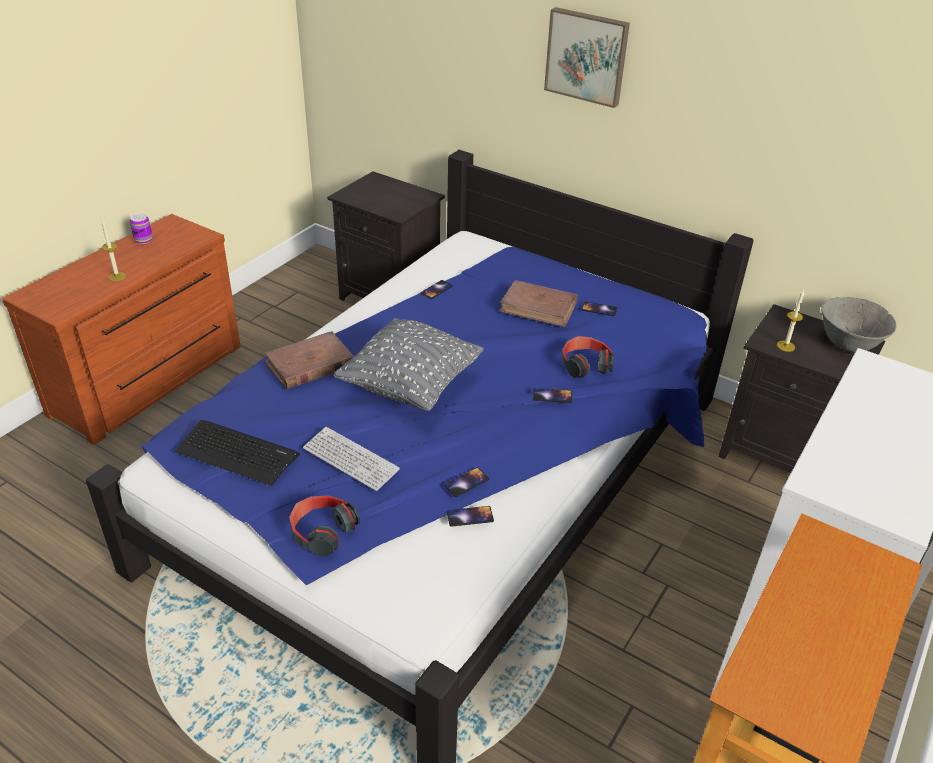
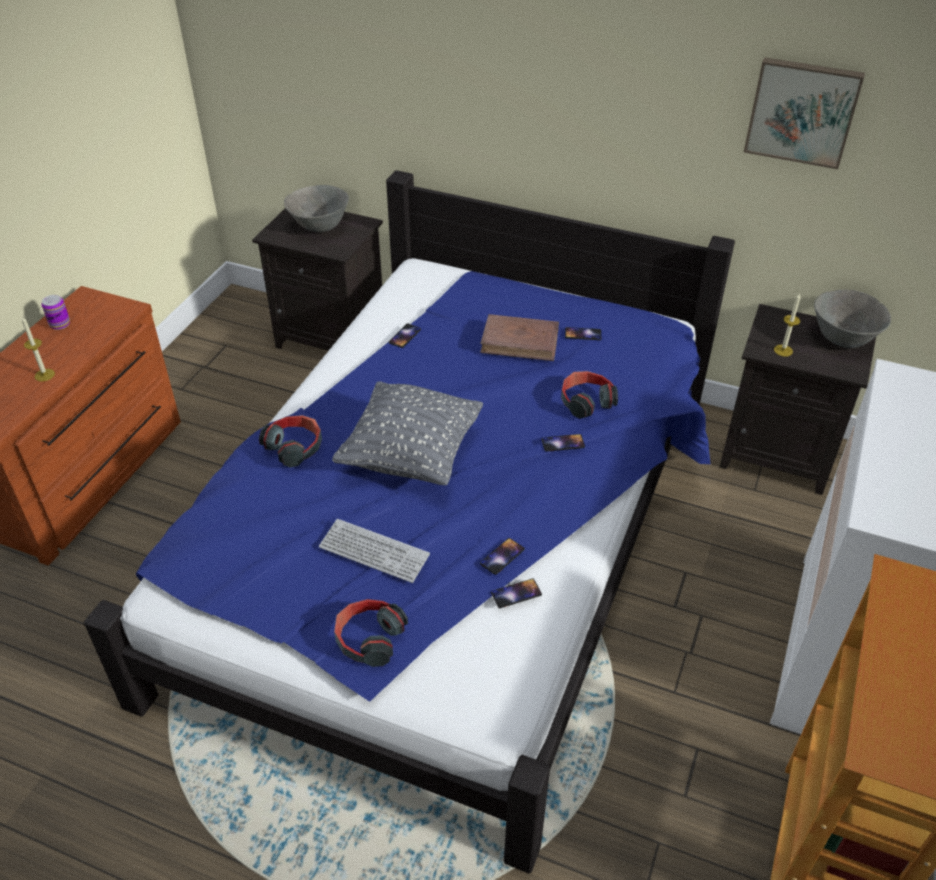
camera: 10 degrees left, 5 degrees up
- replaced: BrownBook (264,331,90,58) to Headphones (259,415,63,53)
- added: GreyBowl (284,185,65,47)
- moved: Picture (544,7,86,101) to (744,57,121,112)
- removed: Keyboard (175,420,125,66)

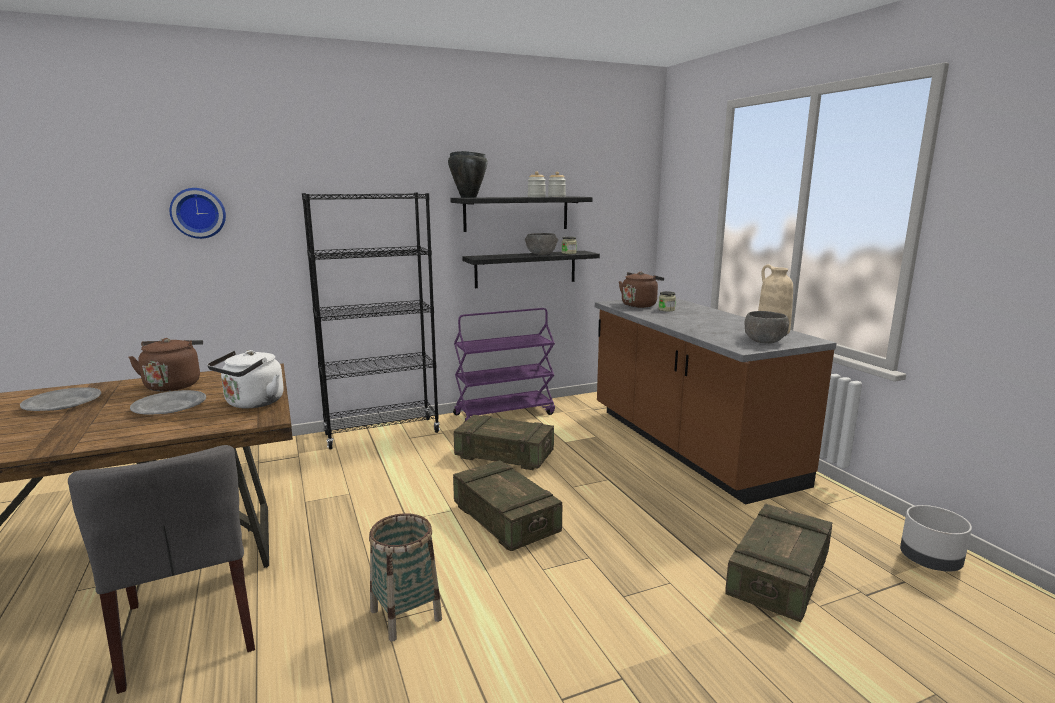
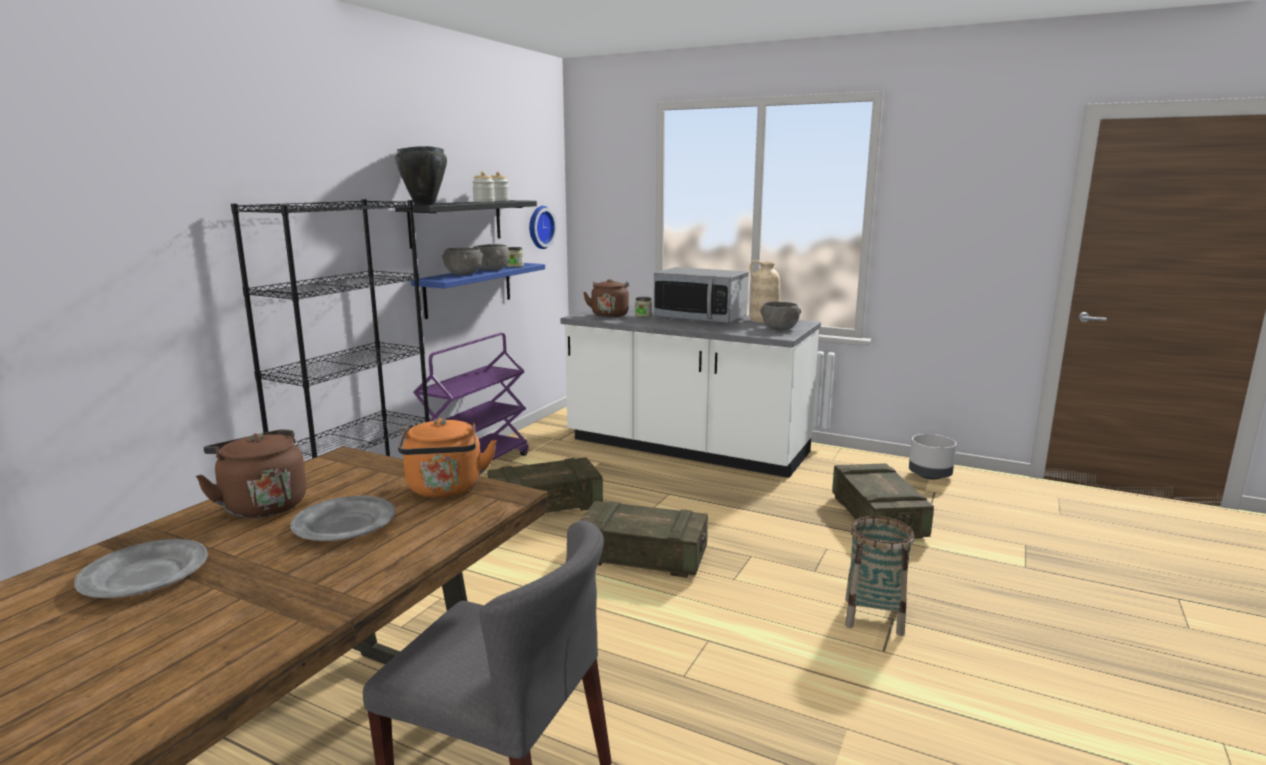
camera: 40 degrees left, 0 degrees up
- recoloured: WhiteKettle (207,350,77,58) to OrangeKettle (398,418,99,80)
- recoloured: BlackShelf (462,251,138,37) to BlueShelf (411,263,134,56)
- added: GreyBowl (442,248,41,27)
- moved: WallClock (169,188,57,51) to (529,206,28,43)
- recoloured: BrownCounter (595,297,241,208) to WhiteCounter (561,305,260,173)
- added: Microwave (653,267,96,57)
- moved: Basket (369,513,73,129) to (845,516,69,120)

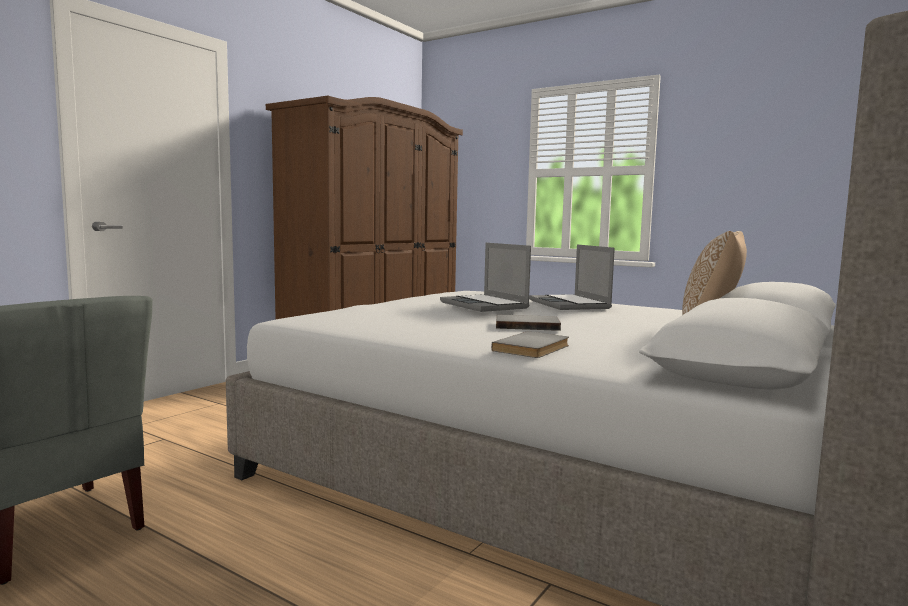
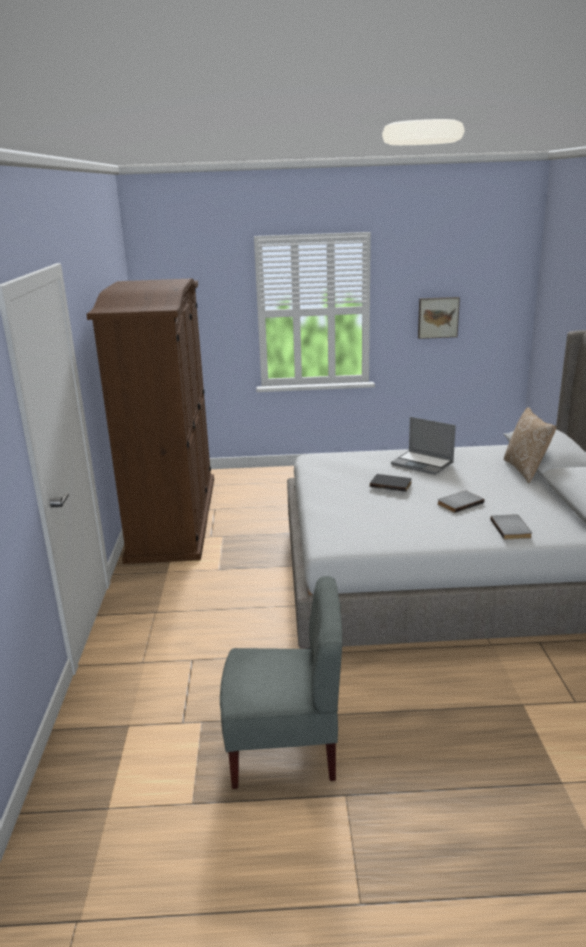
camera: 35 degrees left, 15 degrees up
- replaced: Laptop (440,243,91,69) to BlackBook (370,474,42,18)
- added: Picture (418,297,42,42)

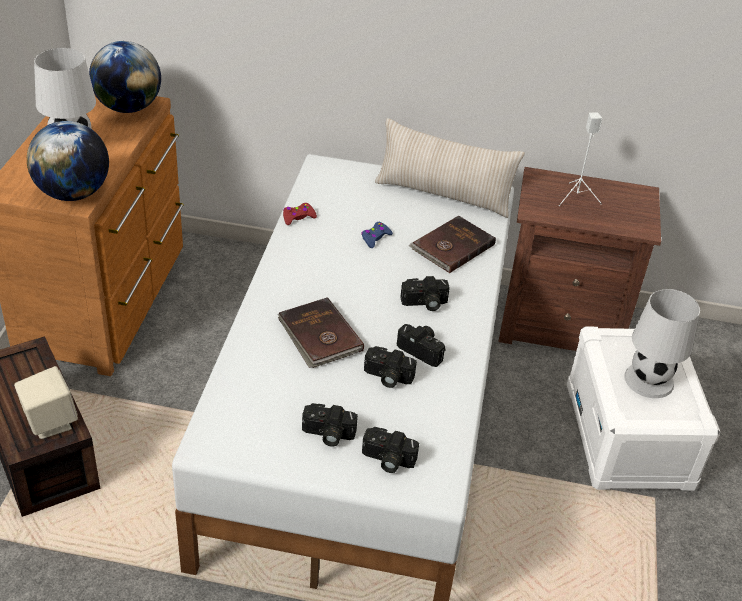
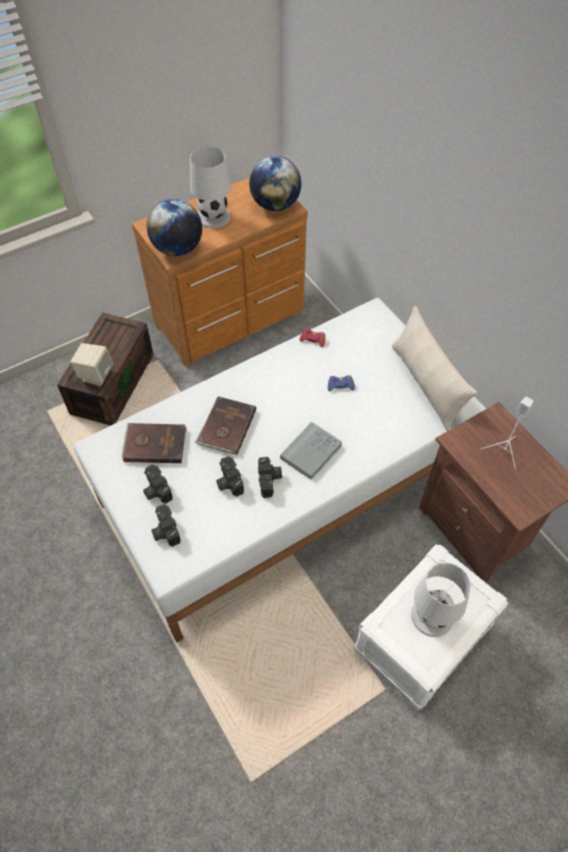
camera: 50 degrees right, 15 degrees up
- moved: BrownBook (409,216,87,57) to (121,423,66,40)
- replaced: PhotoCamera (401,276,49,35) to GreyBook (280,422,62,57)

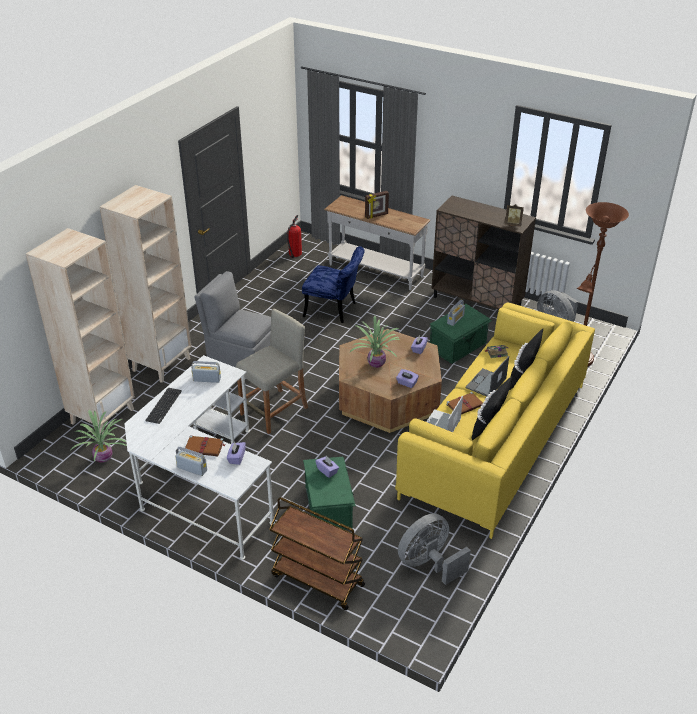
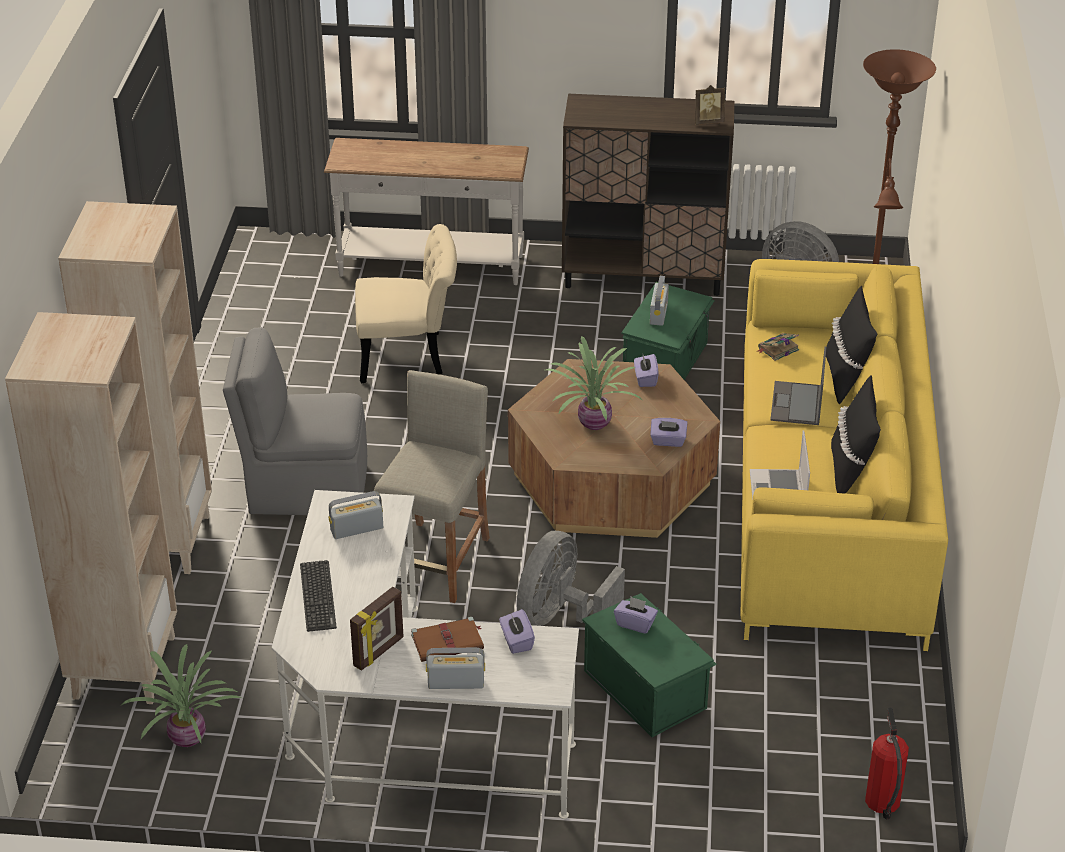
camera: 25 degrees left, 0 degrees up
- moved: PictureFrame (365,191,24,28) to (350,587,54,84)
- recoloured: BlueChair (302,246,63,77) to BeigeChair (355,224,102,159)
- moved: GreyFan (398,513,73,72) to (517,531,108,95)
- moved: FireExtinguisher (287,215,15,43) to (865,708,44,112)
- removed: BrownCart (269,497,96,113)
- removed: BrownBook (446,392,37,23)

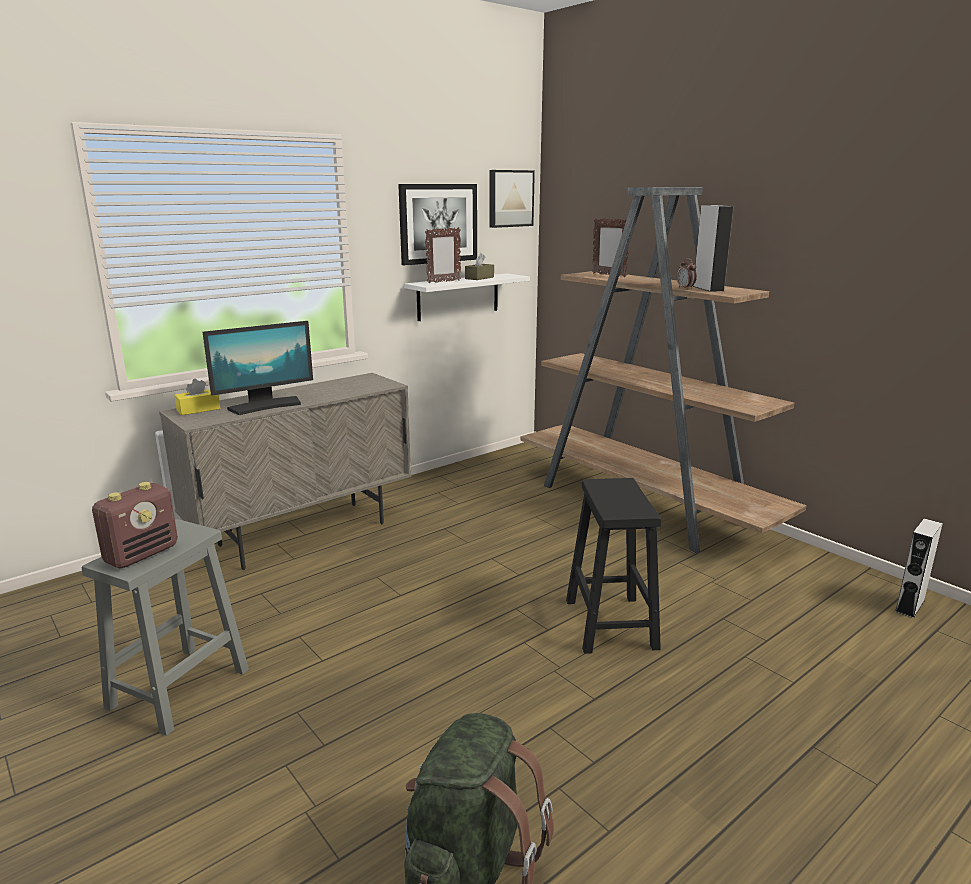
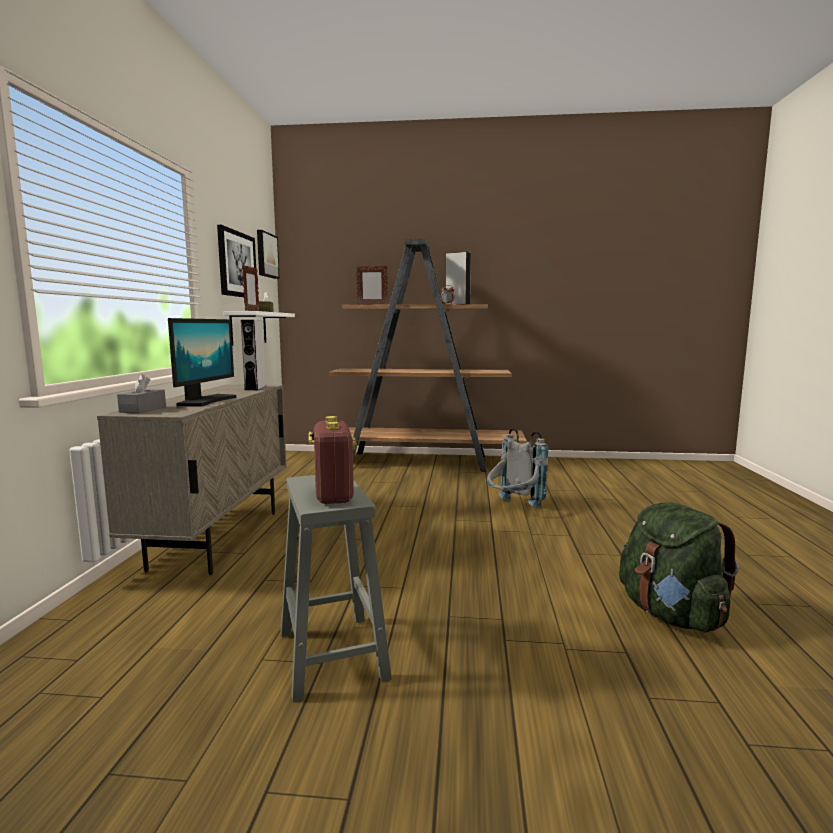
camera: 45 degrees left, 10 degrees down
- recoloured: YellowTissueBox (174,379,46,36) to GreyTissueBox (117,374,49,39)
- moved: GreySpeaker (895,518,48,100) to (241,320,24,71)
- replaced: BlackStool (566,478,95,176) to GreyBackpack (487,428,61,81)

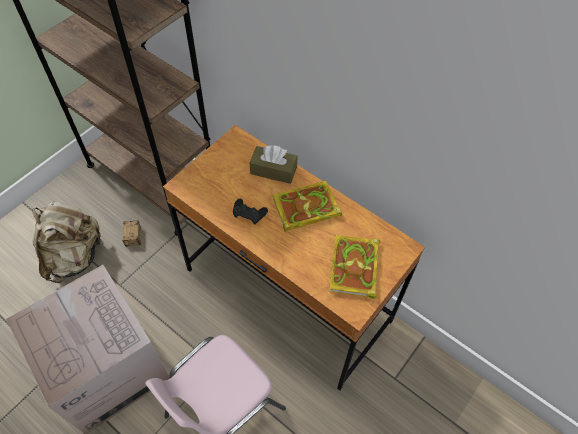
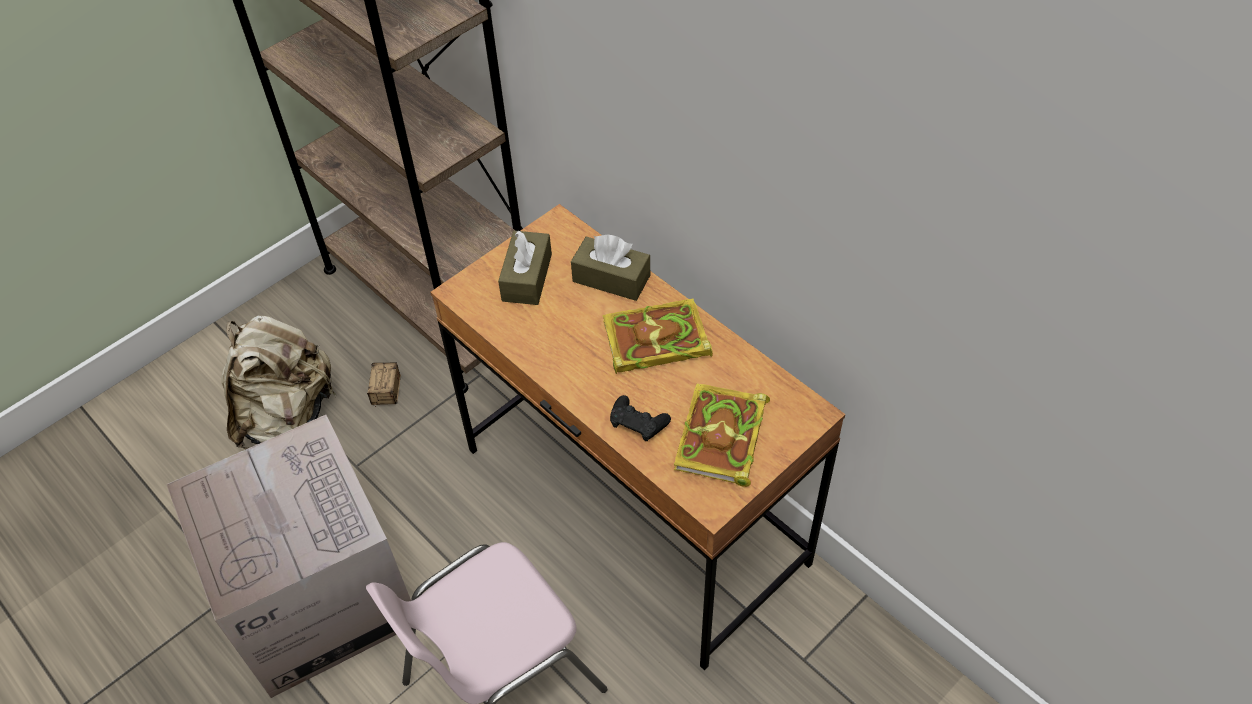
camera: 10 degrees right, 5 degrees down
- added: BrownTissueBox (498,231,54,74)
- moved: BlackGameController (233,199,35,25) to (610,395,61,46)

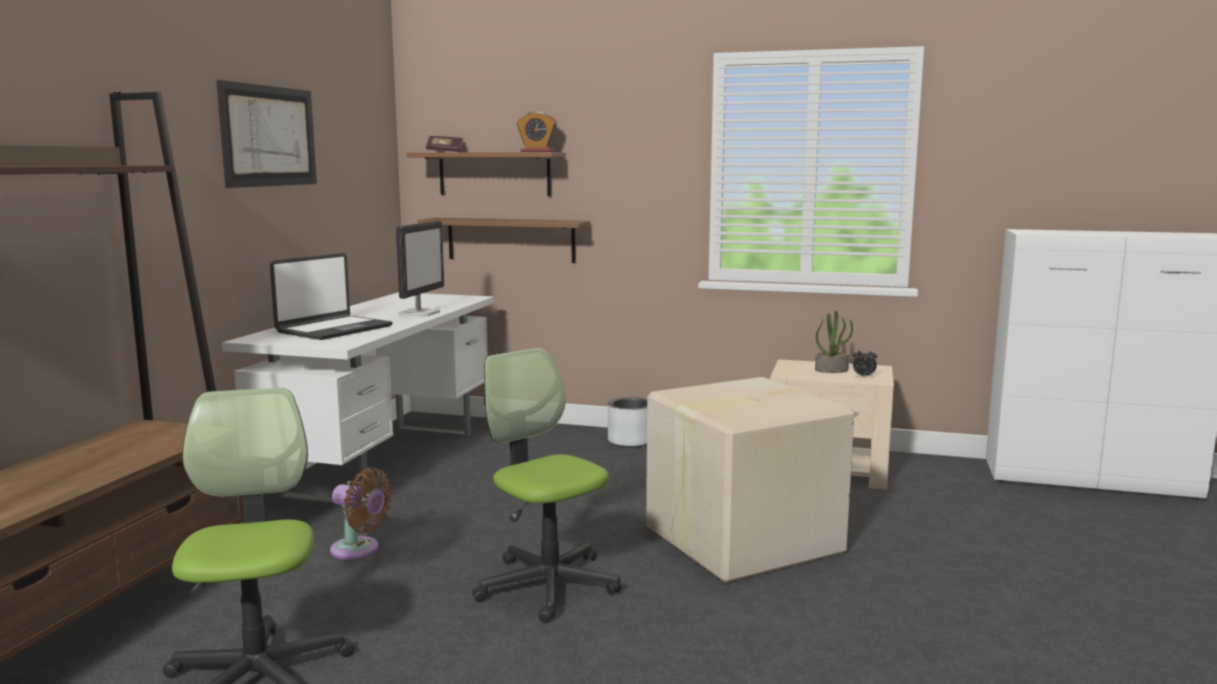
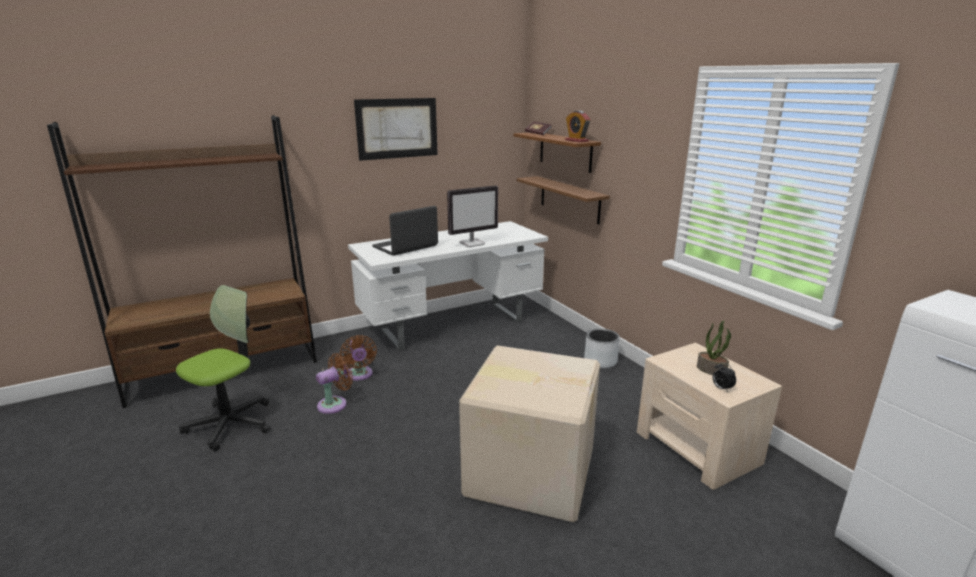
camera: 45 degrees right, 10 degrees up
- added: BrownFan (316,353,37,61)
- turned: Laptop (270,253,123,87) = (372,206,66,50) 150 degrees clockwise
- removed: OfficeChair (472,348,149,275)

